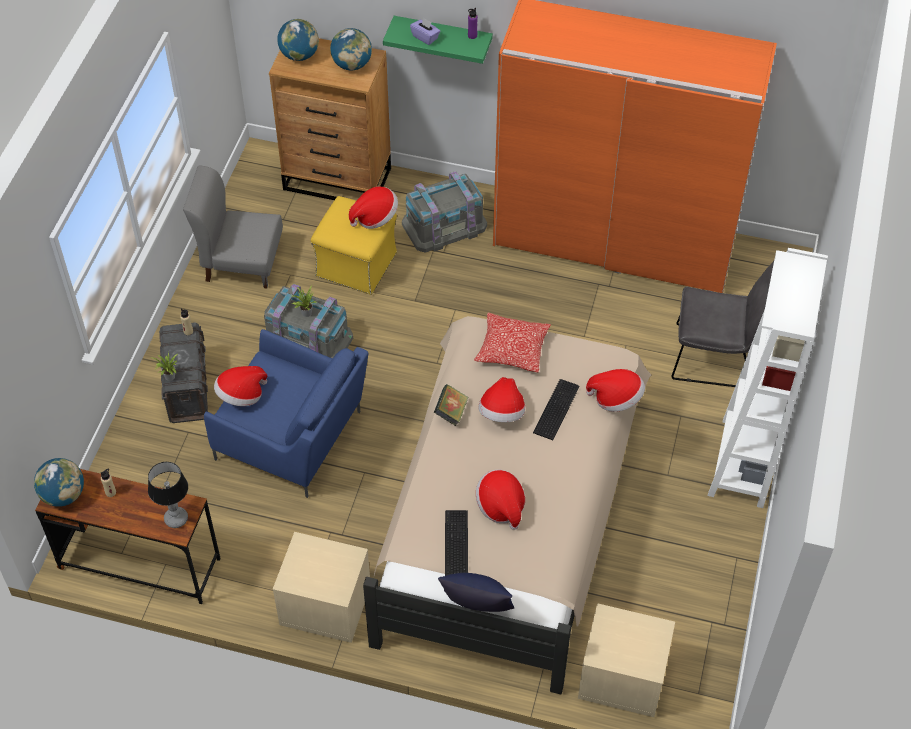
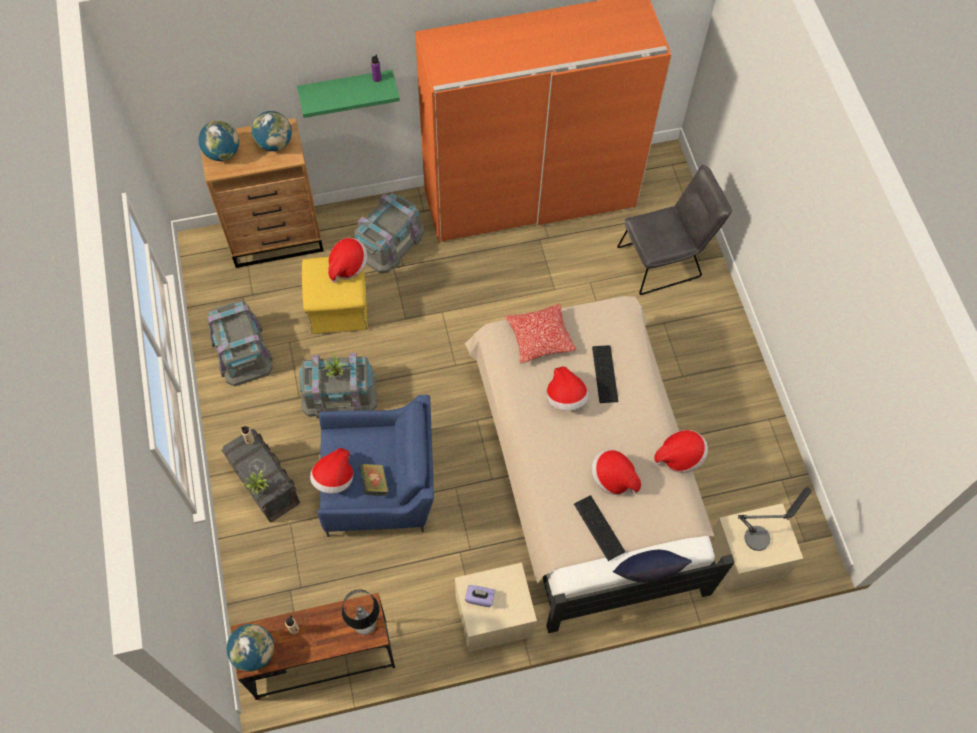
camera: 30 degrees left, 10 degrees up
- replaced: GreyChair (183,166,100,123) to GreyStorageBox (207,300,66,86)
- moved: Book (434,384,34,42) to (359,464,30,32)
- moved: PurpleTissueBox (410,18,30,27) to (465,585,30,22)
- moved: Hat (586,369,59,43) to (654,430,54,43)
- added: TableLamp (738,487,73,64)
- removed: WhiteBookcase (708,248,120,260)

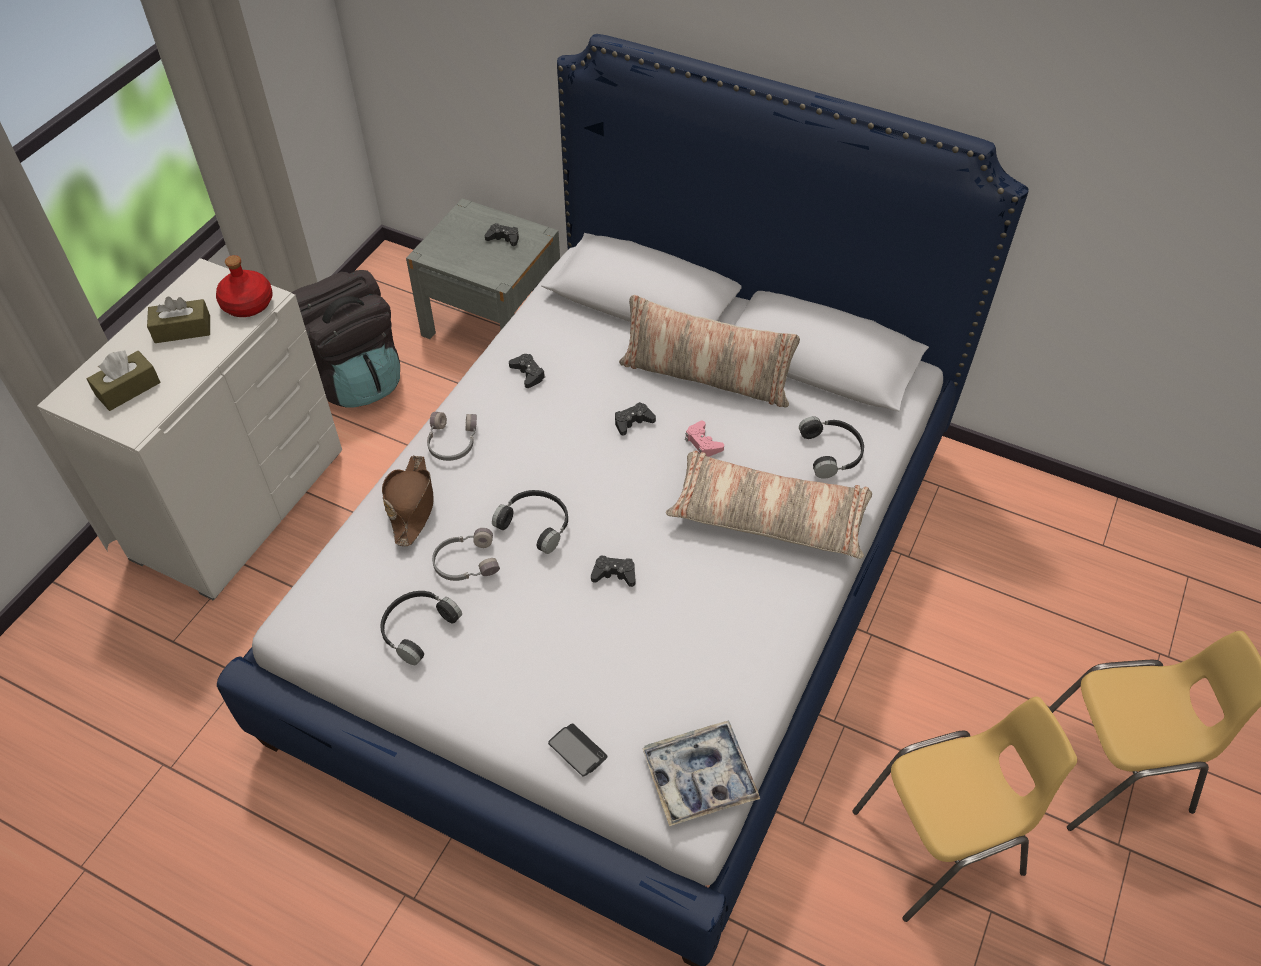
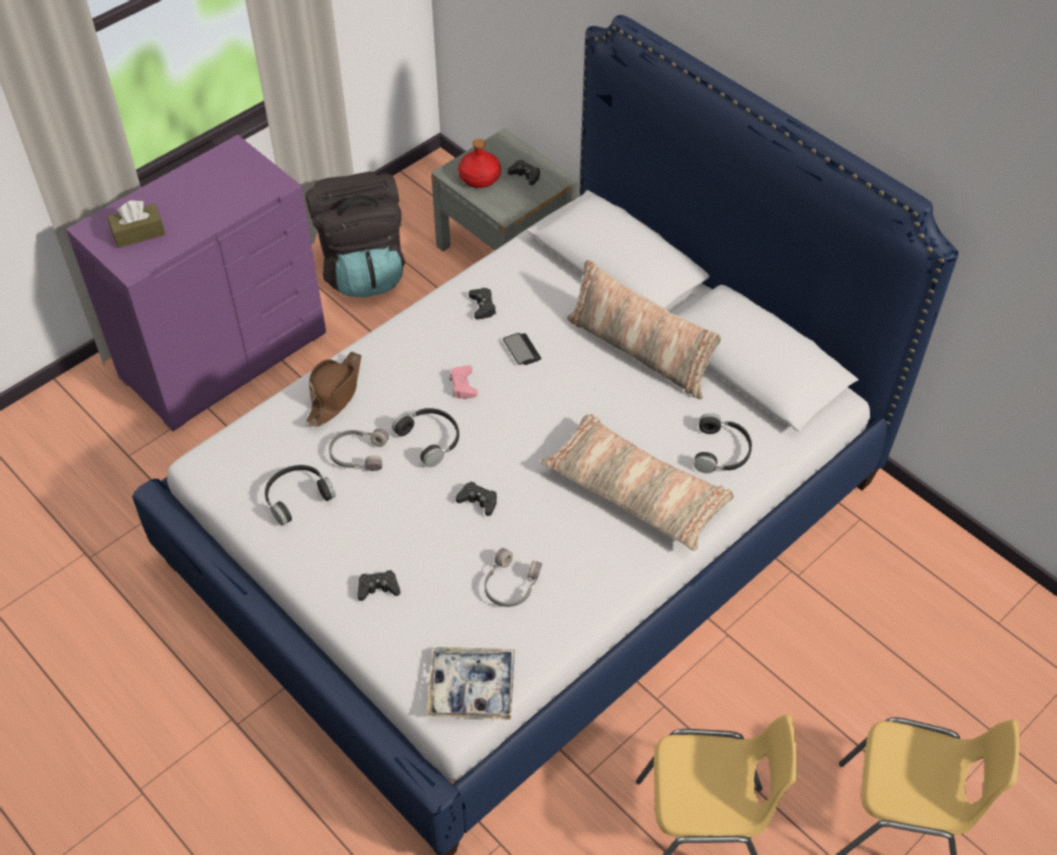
camera: 20 degrees right, 0 degrees up
- recoloured: WhiteDresser (37,258,305,343) to PurpleDresser (66,135,260,297)
- moved: BlackGameController (615,402,41,33) to (357,570,43,31)
- moved: PinkGameController (685,421,39,36) to (450,365,28,34)
- moved: RedBottle (216,255,57,62) to (458,139,43,49)
- moved: GreyHeadphones (427,412,50,49) to (484,548,58,59)
- moved: Phone (548,724,59,53) to (503,333,38,32)
- removed: BrownTissueBox (147,297,63,46)

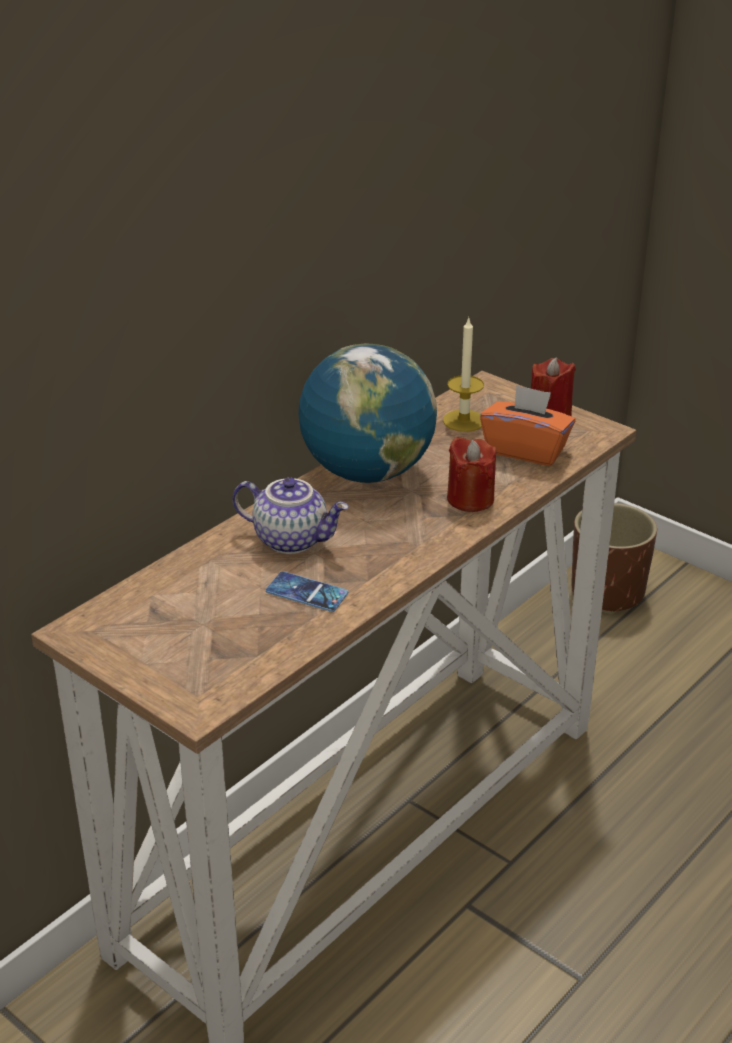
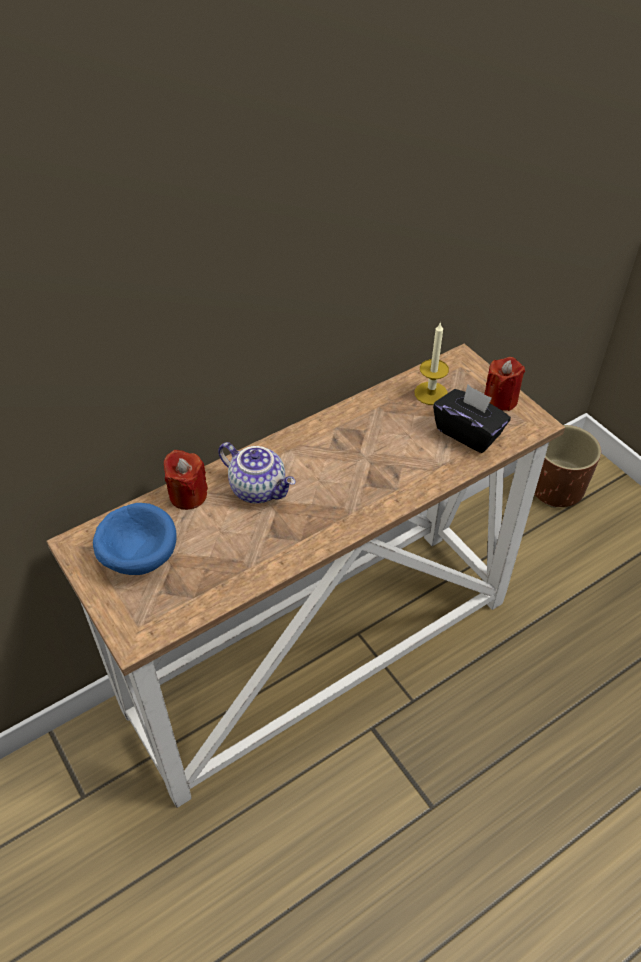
camera: 15 degrees right, 15 degrees up
- added: BlueBowl (93,503,84,72)
- moved: RedCandle (447,437,49,75) to (164,450,44,60)
- recoloured: OrangeTissueBox (480,385,96,81) to BlackTissueBox (433,385,78,68)
- removed: Phone (266,571,82,41)
- removed: Globe (298,343,139,140)

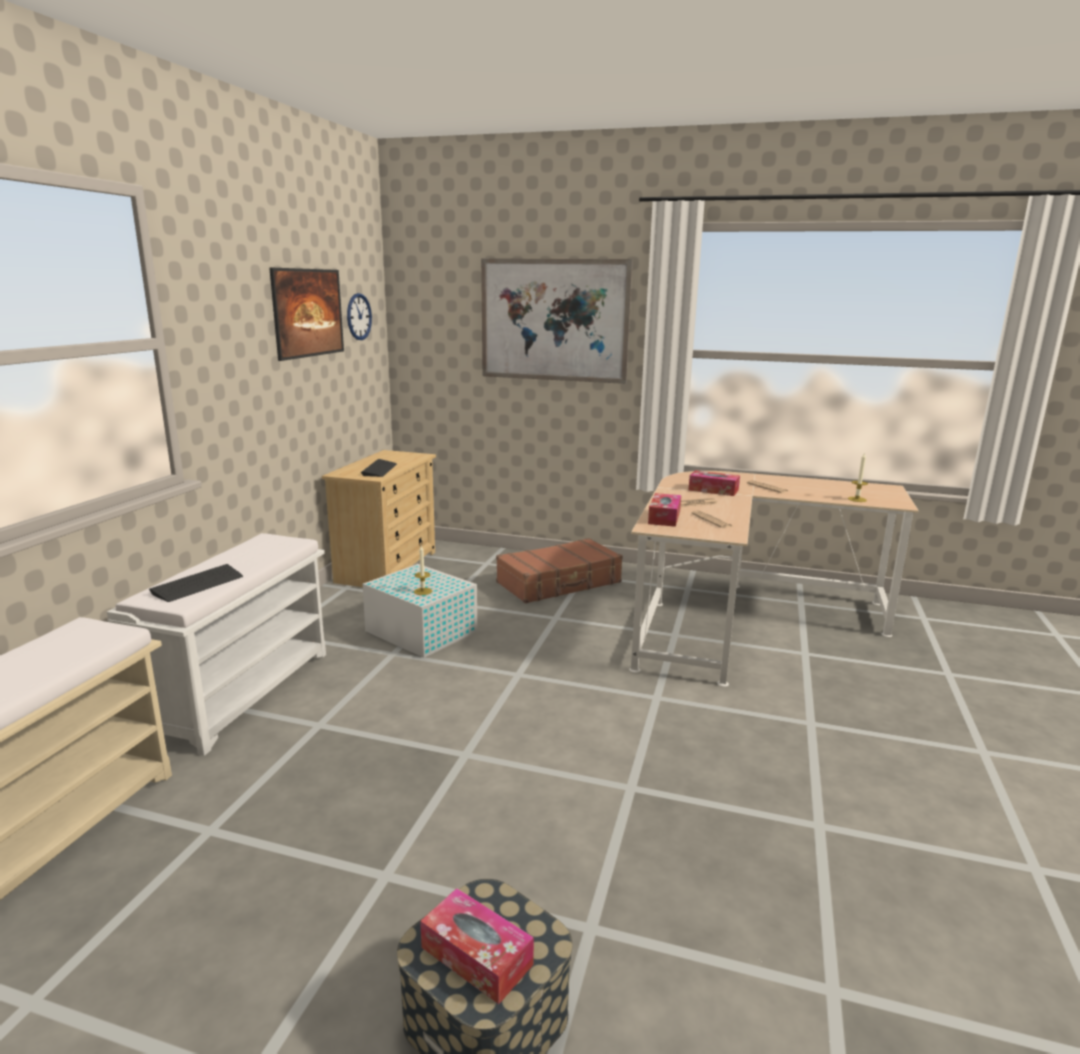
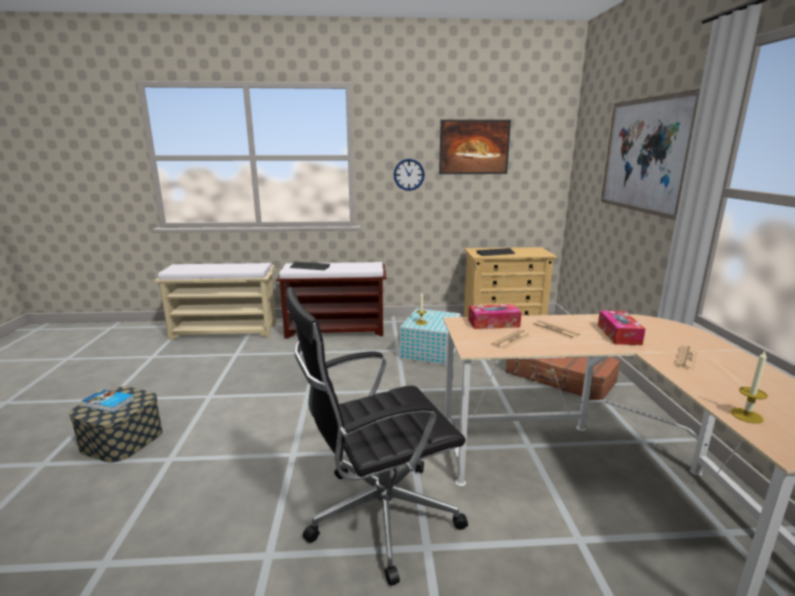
camera: 70 degrees right, 0 degrees up
- replaced: TissueBox (420,888,114,116) to Book (82,389,52,23)
- recoloured: WhiteBench (107,533,219,223) to BrownBench (276,262,110,77)
- added: BlackOfficeChair (286,287,182,299)
- moved: WallClock (347,293,25,47) to (394,159,31,32)

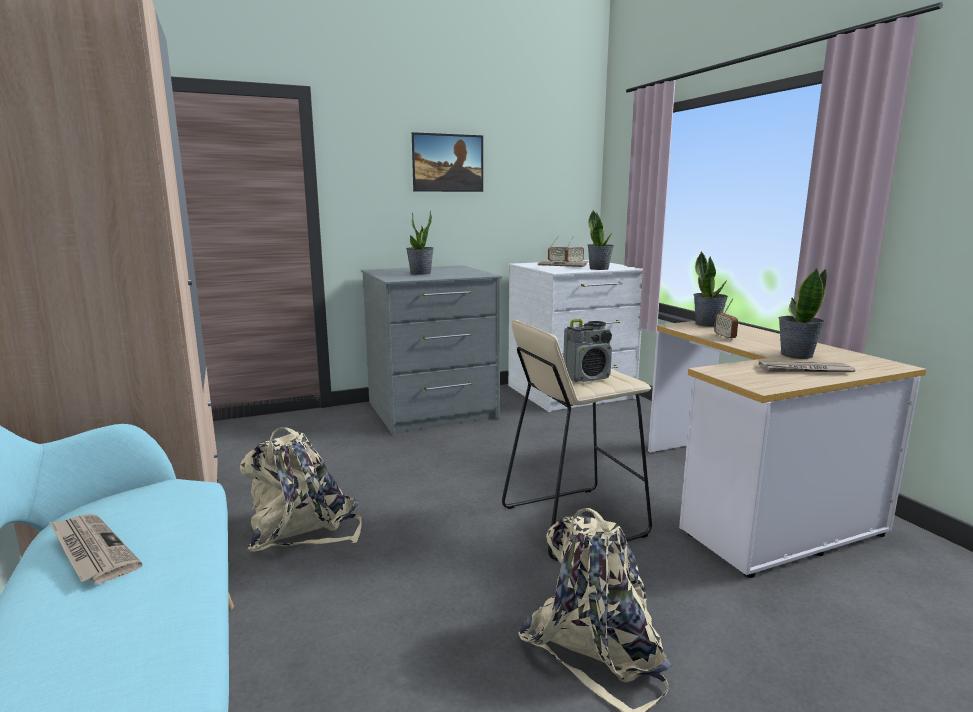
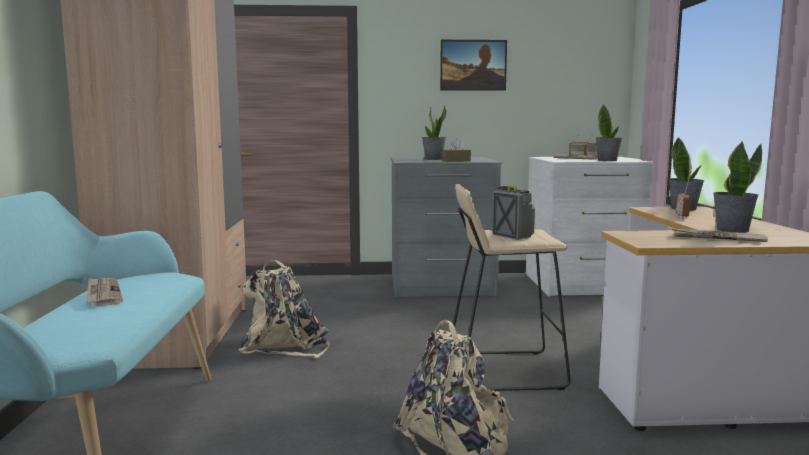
camera: 20 degrees right, 5 degrees down
- added: BrownTissueBox (442,139,29,23)
- turned: Radio (563,319,49,63) = (493,185,42,55) 120 degrees counterclockwise

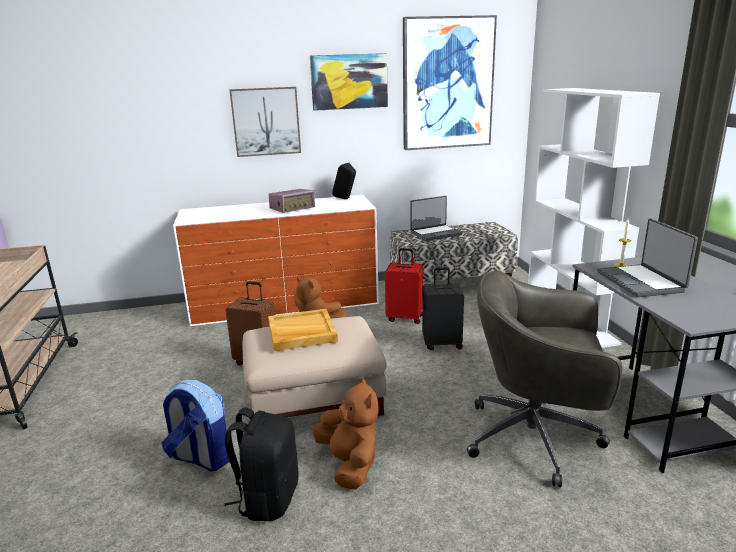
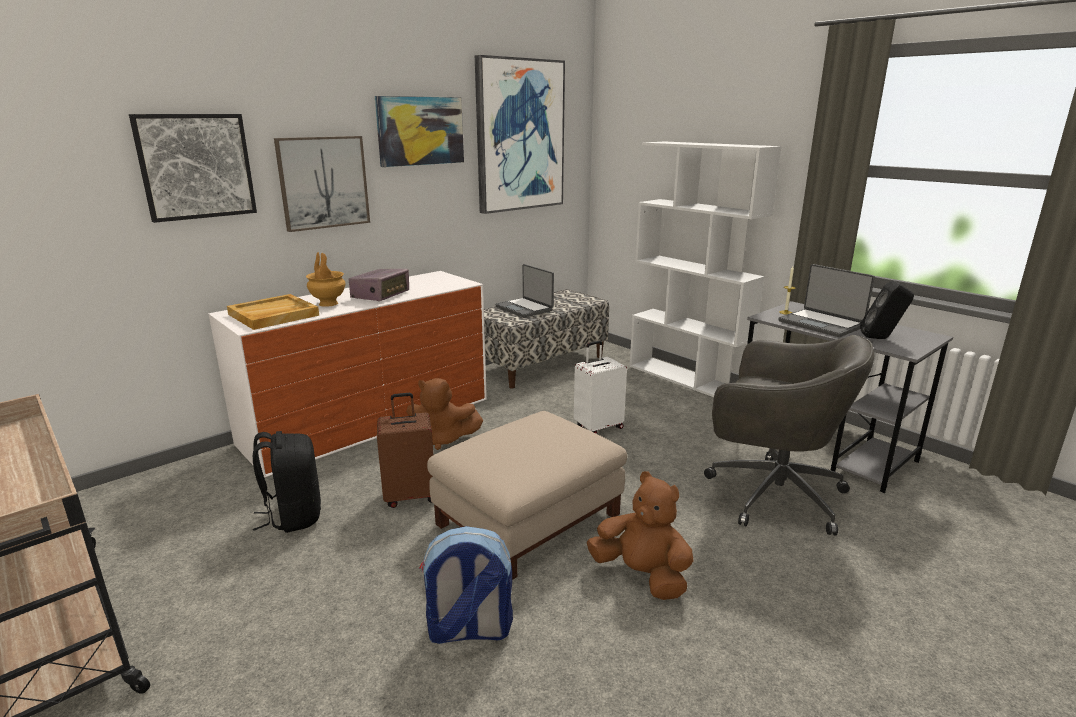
camera: 30 degrees left, 0 degrees up
- added: Picture (129,114,128,109)
- moved: BeigeTray (268,309,70,42) to (227,294,92,36)
- moved: BlackBackpack (224,408,75,113) to (253,431,68,102)
- added: BrownVase (306,252,39,55)
- turned: Laptop (410,196,52,45) = (495,264,59,53) 105 degrees clockwise
- recoloured: BlackSuitcase (422,267,42,83) to WhiteSuitcase (574,341,53,93)
- turned: GreyOfficeChair (467,271,156,216) = (704,335,170,200) 135 degrees counterclockwise
- moved: BlackSpeaker (332,163,24,36) to (860,281,54,58)
- removed: RedSuitcase (385,248,38,76)

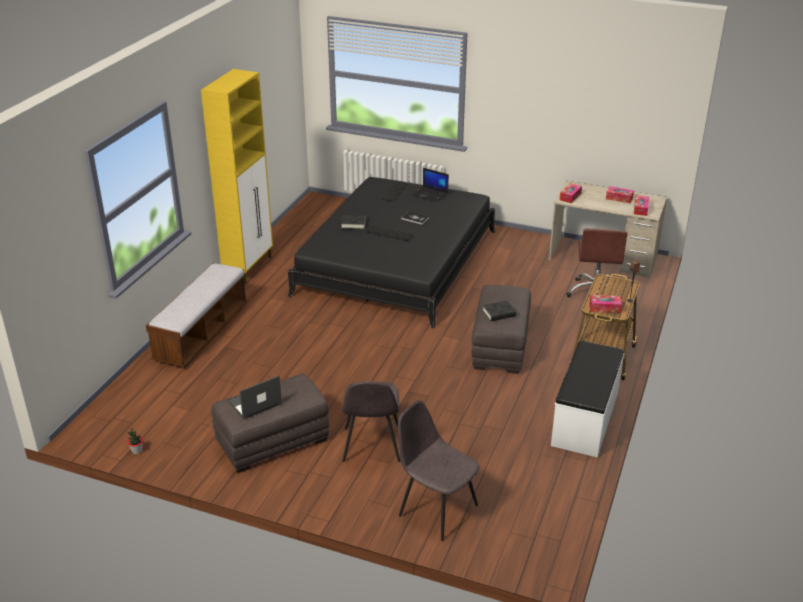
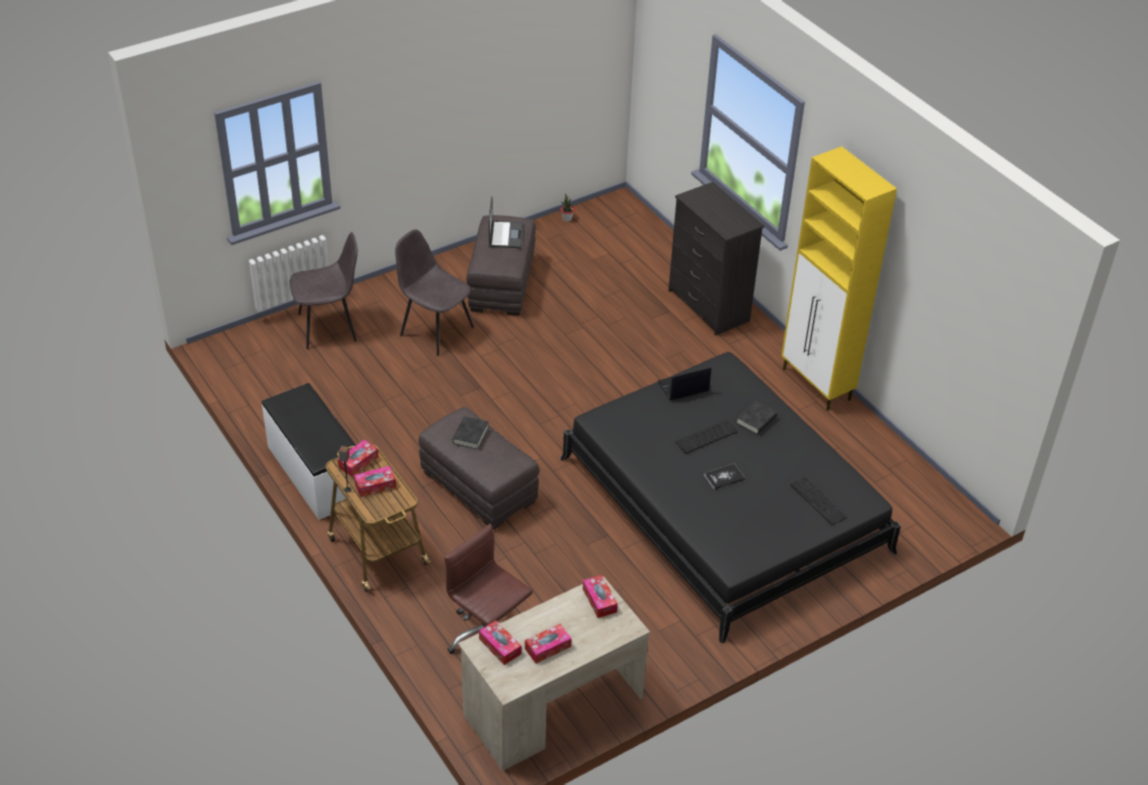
camera: 125 degrees right, 10 degrees up
- added: TissueBox (354,466,42,31)
- moved: Laptop (412,168,37,34) to (657,367,54,33)
- replaced: Bench (146,263,101,105) to BlackDresser (669,182,95,154)

